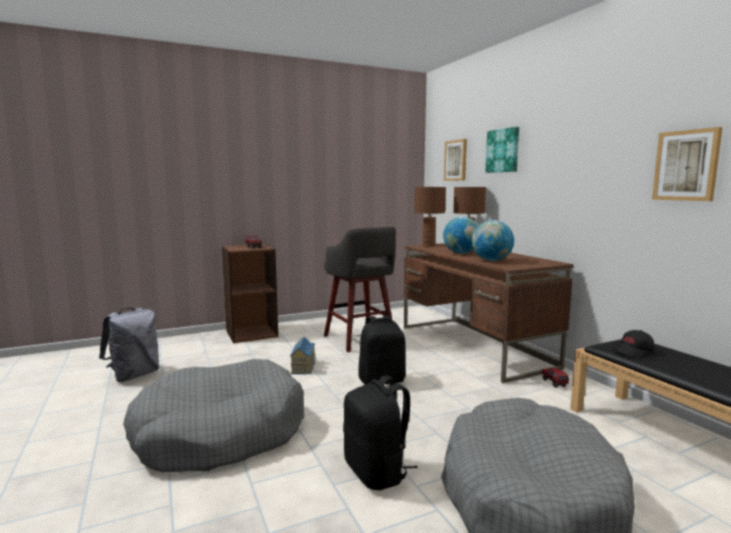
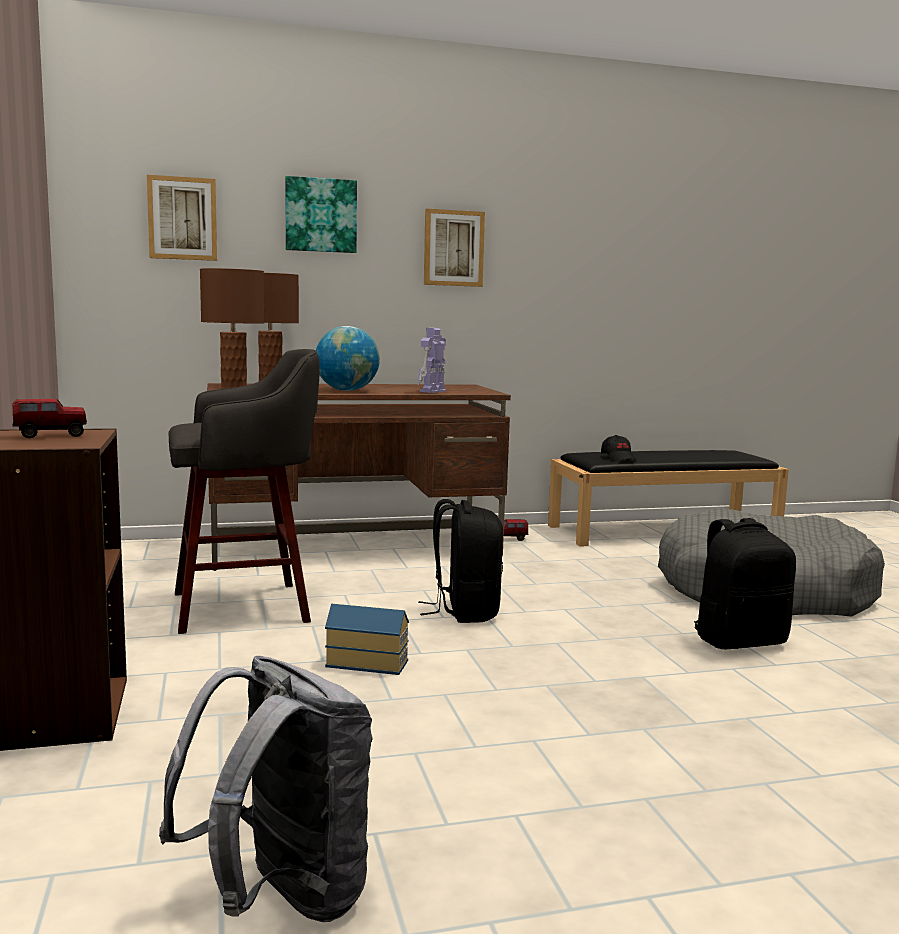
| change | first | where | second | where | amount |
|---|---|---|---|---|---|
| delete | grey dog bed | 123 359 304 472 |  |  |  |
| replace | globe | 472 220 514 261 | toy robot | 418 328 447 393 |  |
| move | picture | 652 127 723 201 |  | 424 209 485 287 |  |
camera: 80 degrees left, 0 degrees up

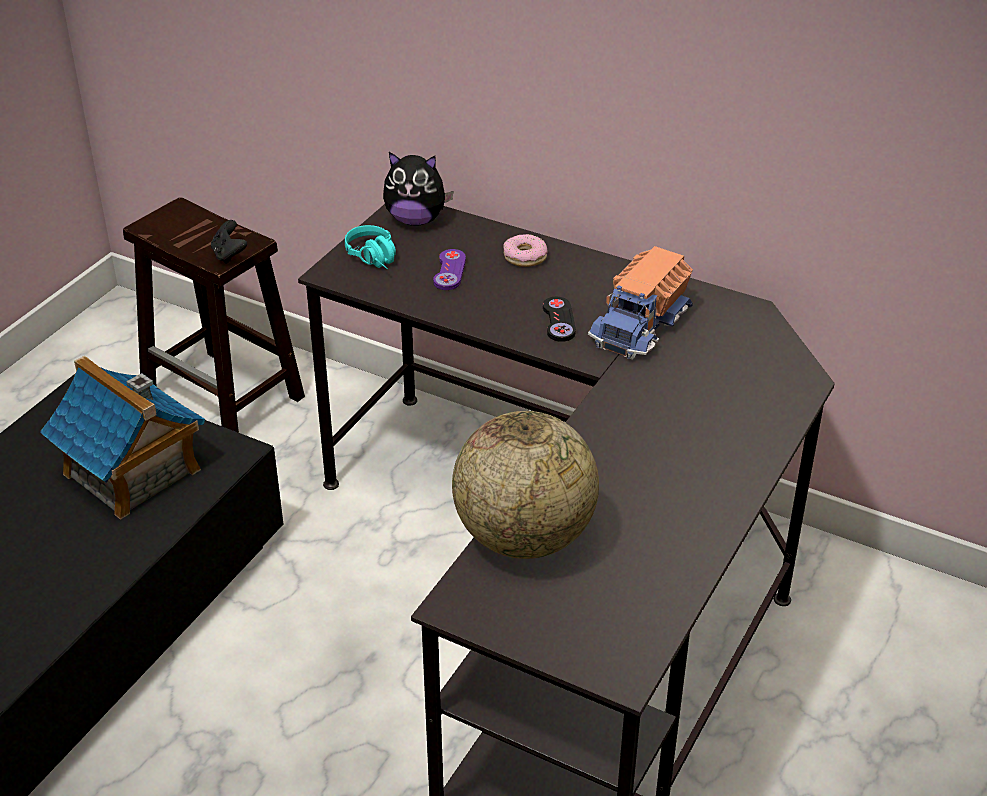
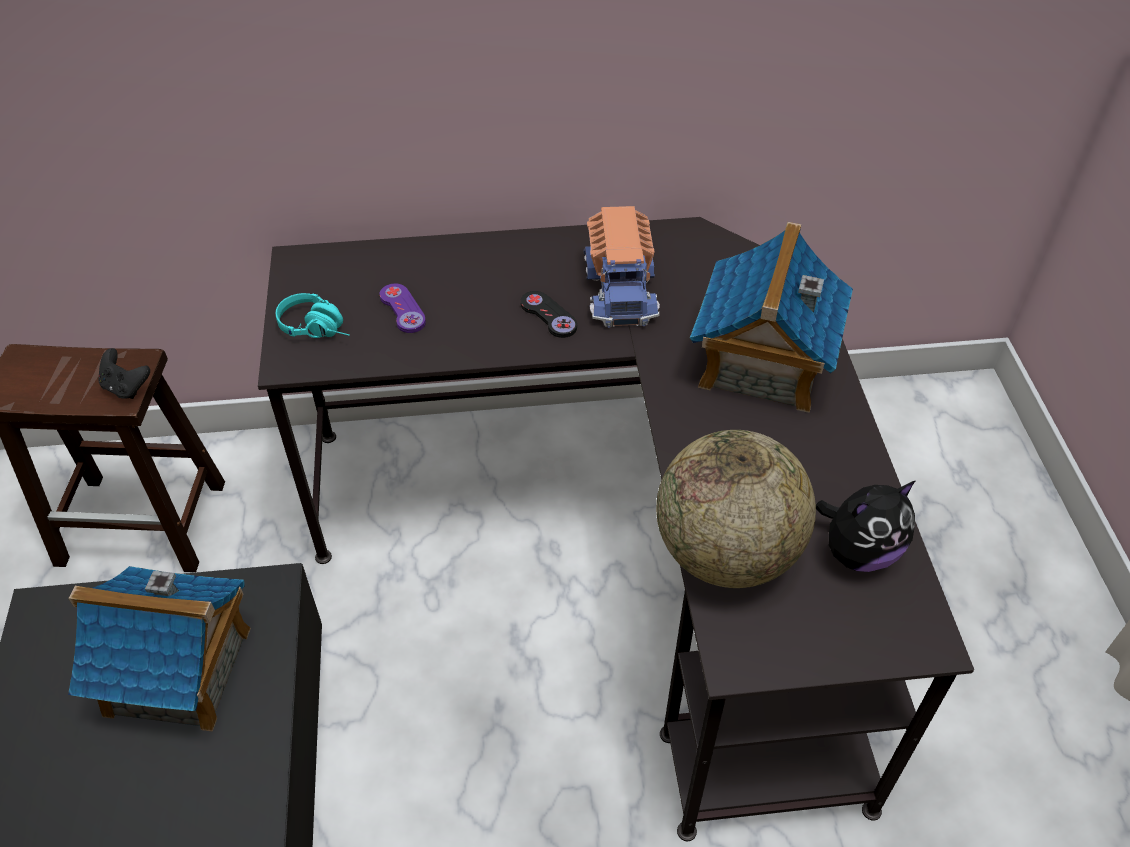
| change | first | where | second | where | amount |
|---|---|---|---|---|---|
| move | plush toy | 383 152 454 226 |  | 816 481 915 572 |  |
| delete | donut | 504 234 547 267 |  |  |  |
| insert |  |  | toy house | 690 222 853 413 |  |
camera: 35 degrees left, 10 degrees up

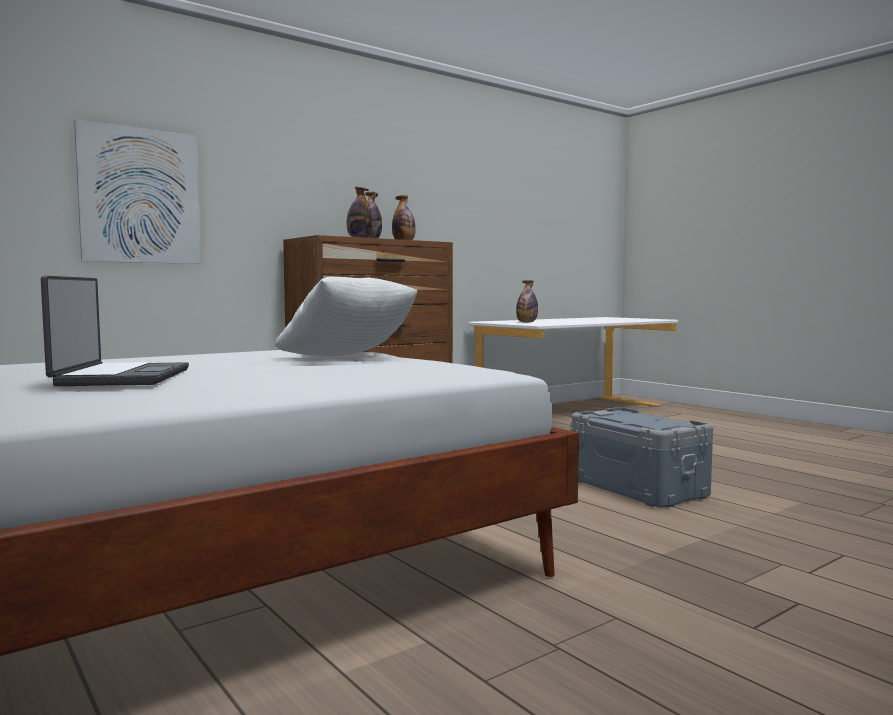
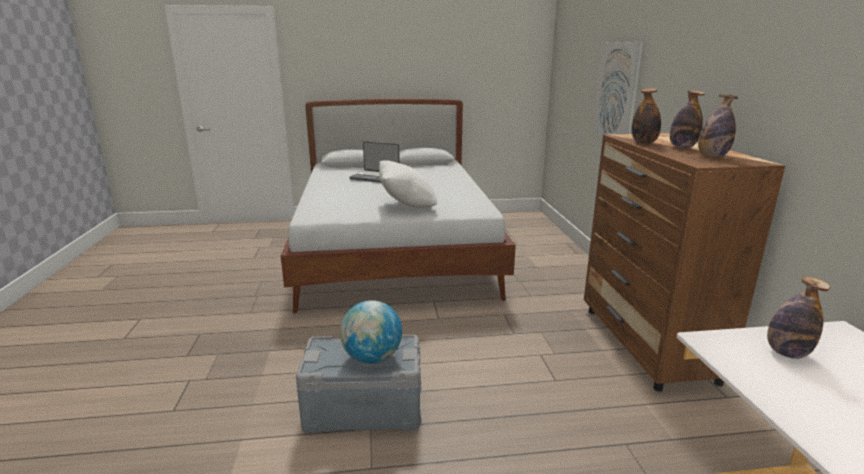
| change | first | where | second | where | amount |
|---|---|---|---|---|---|
| insert |  |  | globe | 340 300 402 364 |  |
camera: 120 degrees right, 15 degrees up

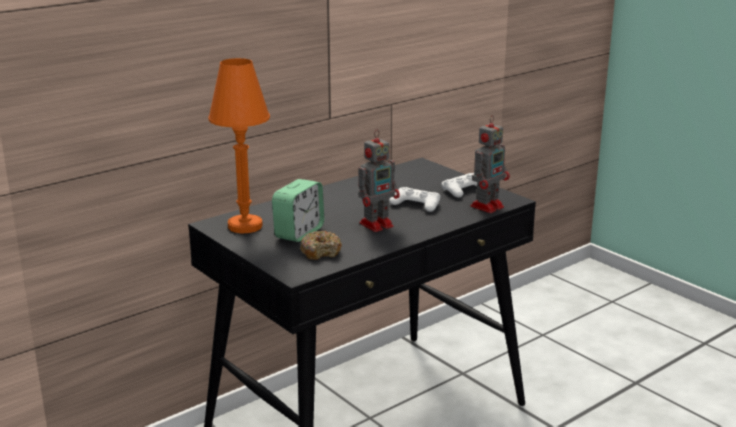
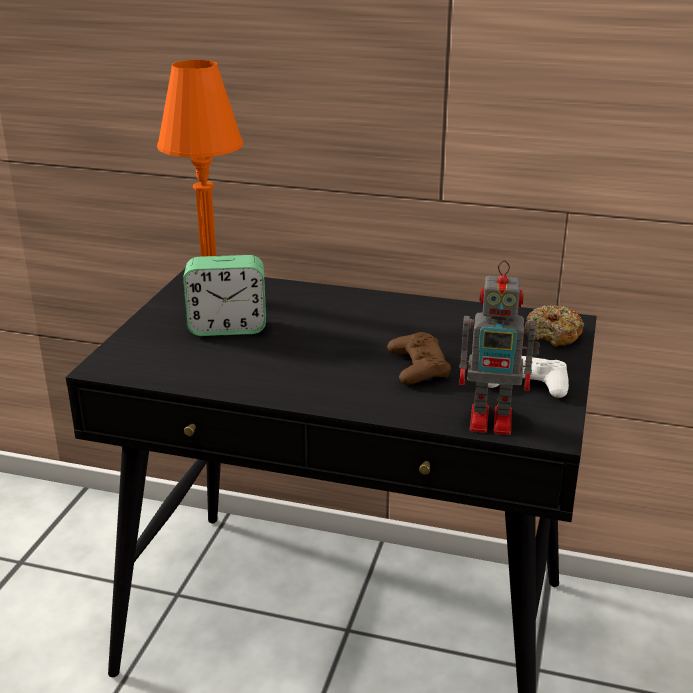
| change | first | where | second | where | amount |
|---|---|---|---|---|---|
| move | donut | 300 231 342 260 |  | 526 304 585 346 |  |
| delete | toy robot | 358 131 400 232 |  |  |  |
| recolor | white game controller | 389 187 440 212 | brown game controller | 387 332 451 385 |  |
camera: 55 degrees right, 5 degrees up

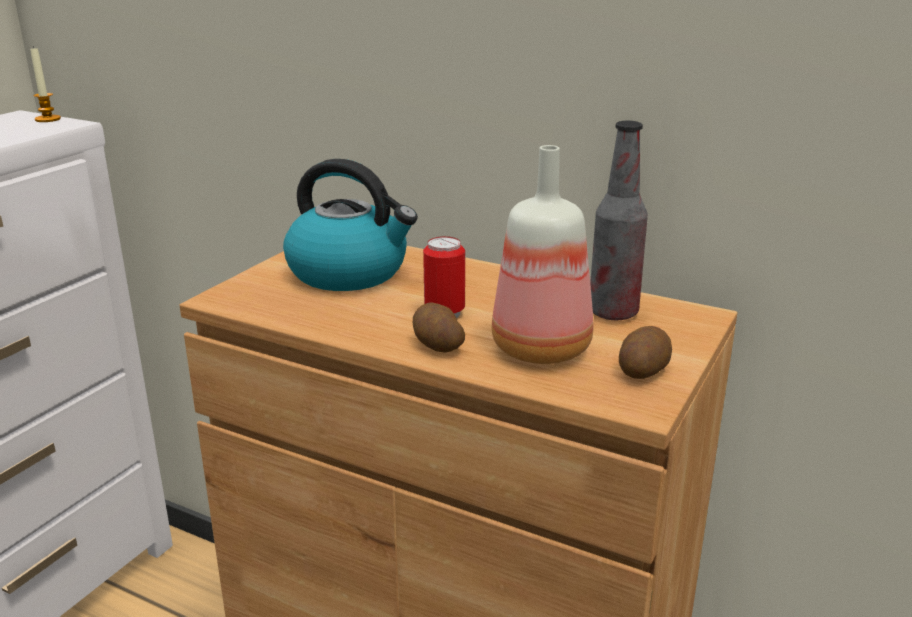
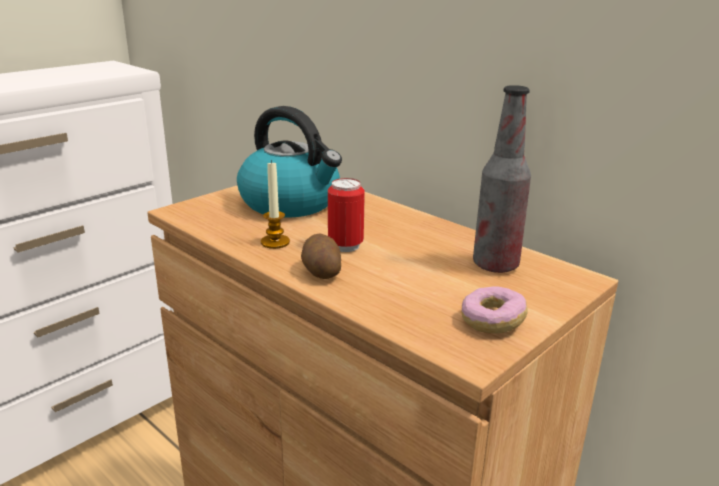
| change | first | where | second | where | amount |
|---|---|---|---|---|---|
| move | candle | 30 46 61 122 |  | 261 160 290 249 |  |
| delete | bottle | 492 145 593 364 |  |  |  |
| replace | potato | 619 326 672 379 | donut | 461 286 528 333 |  |
camera: 15 degrees right, 0 degrees up

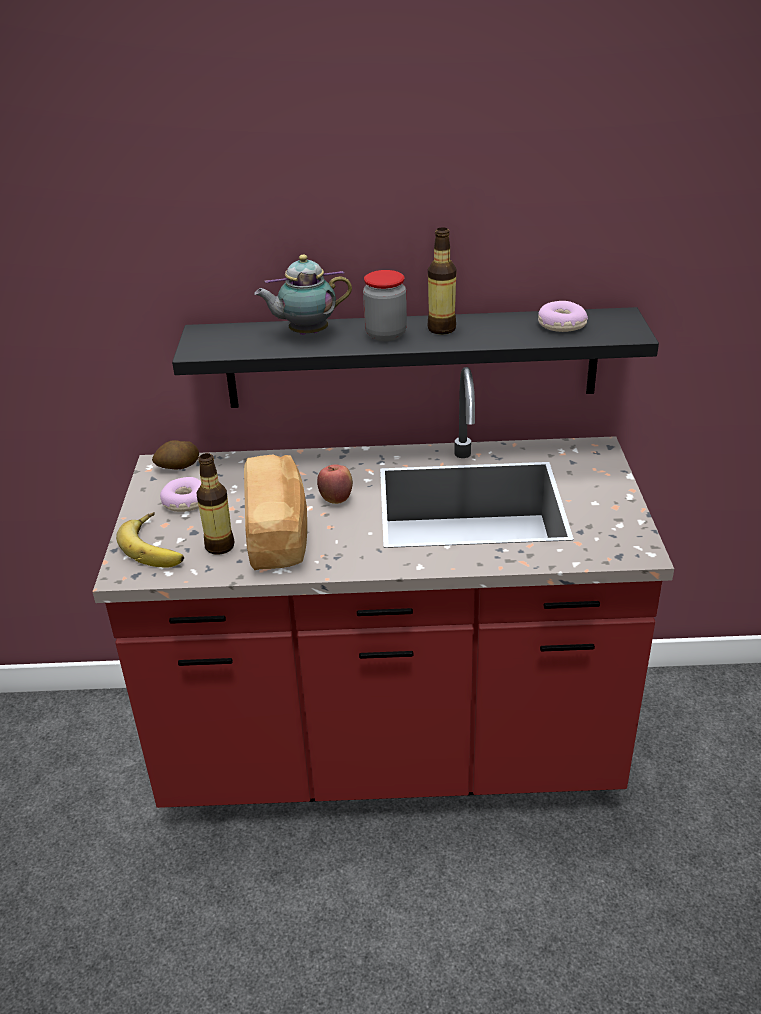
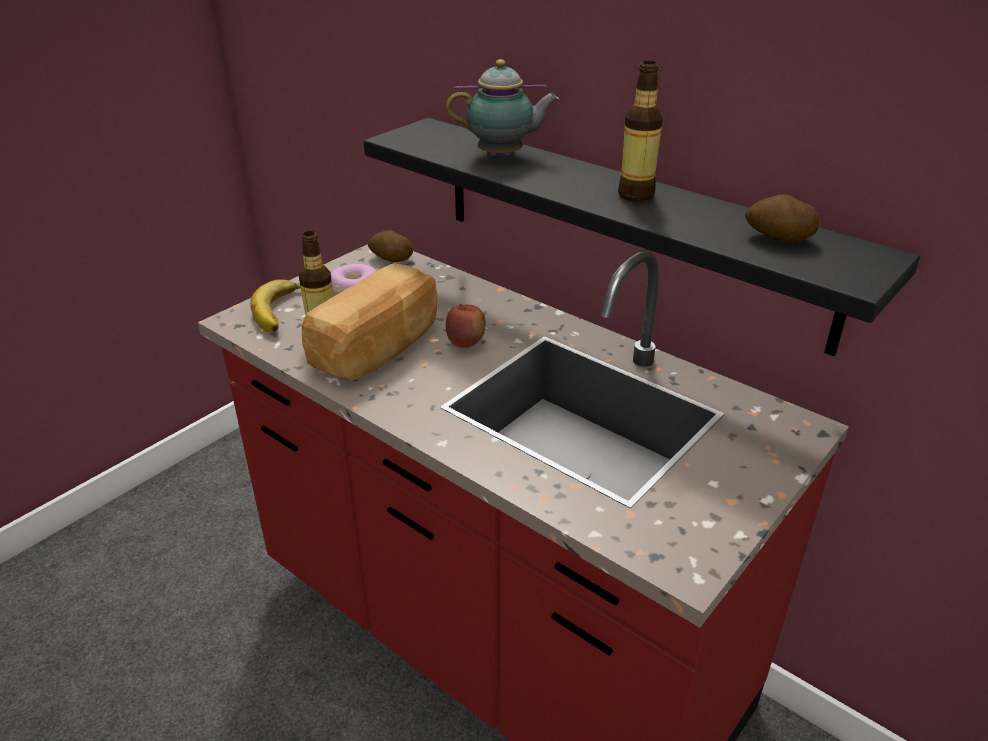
| change | first | where | second | where | amount |
|---|---|---|---|---|---|
| rotate | teapot | 254 255 352 335 |  | 446 59 559 156 | 150 degrees clockwise |
| delete | jar | 363 270 407 341 |  |  |  |
| replace | donut | 538 301 588 332 | potato | 745 194 820 242 |  |
camera: 40 degrees right, 0 degrees up

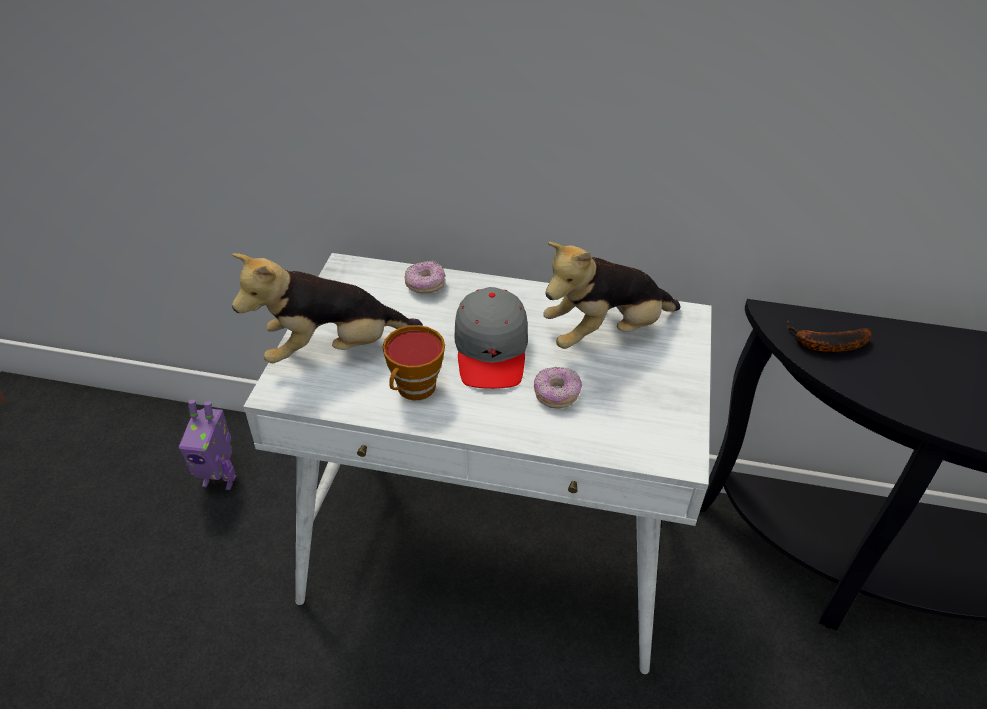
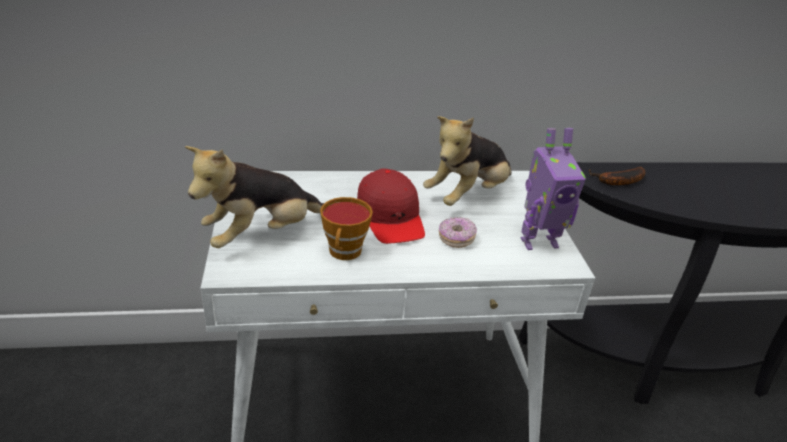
| change | first | where | second | where | amount |
|---|---|---|---|---|---|
| move | toy robot | 179 400 236 490 |  | 521 128 586 250 |  |
| delete | donut | 405 261 446 293 |  |  |  |
| recolor | grey cap | 454 287 528 389 | red cap | 357 168 425 244 |  |
camera: 20 degrees left, 10 degrees down

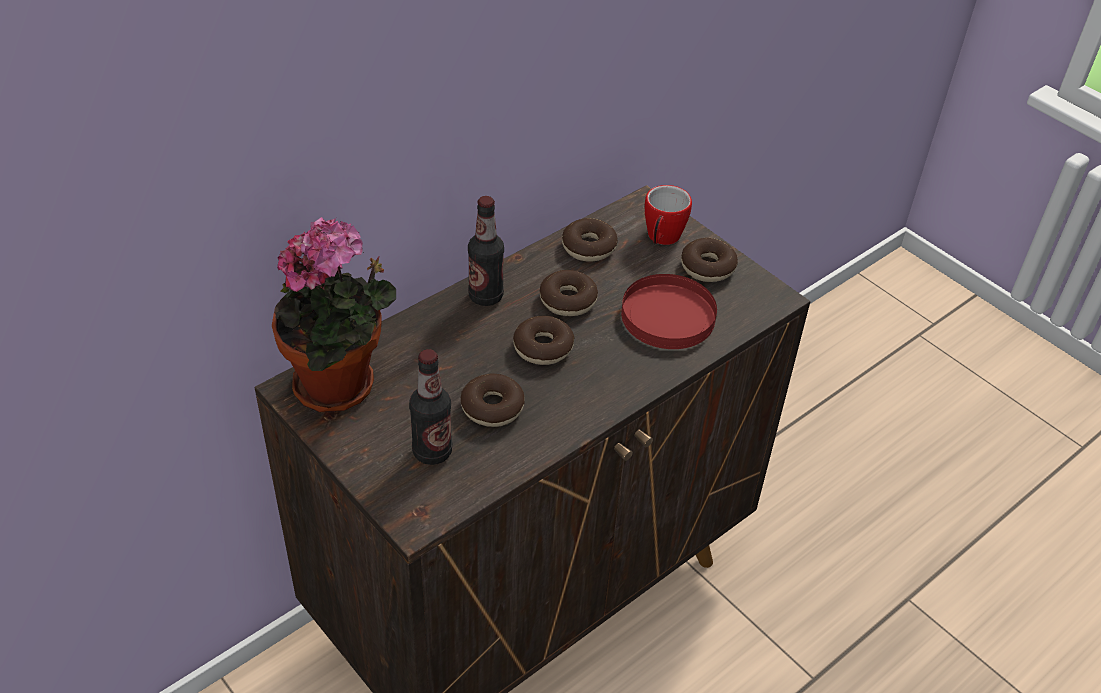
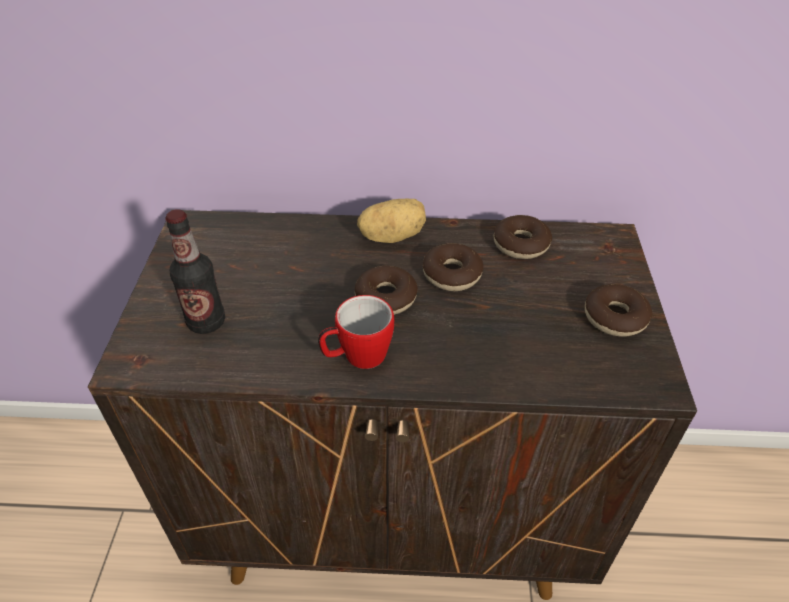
| change | first | where | second | where | amount |
|---|---|---|---|---|---|
| delete | potted plant | 272 217 396 412 |  |  |  |
| delete | donut | 461 374 525 427 |  |  |  |
| replace | bottle | 468 196 504 306 | potato | 357 199 426 243 |  |
| delete | red plate | 621 274 717 349 |  |  |  |
| move | mug | 645 185 692 245 |  | 318 295 394 369 |  |
camera: 45 degrees right, 0 degrees up

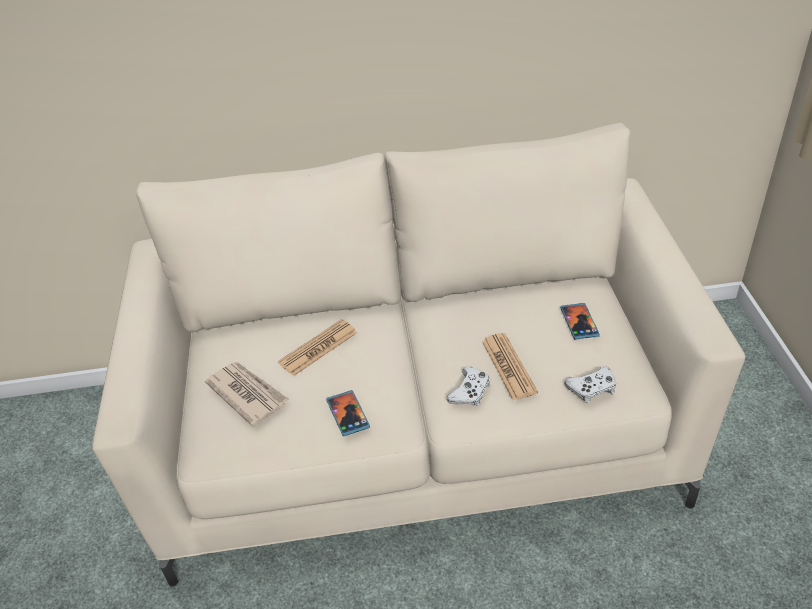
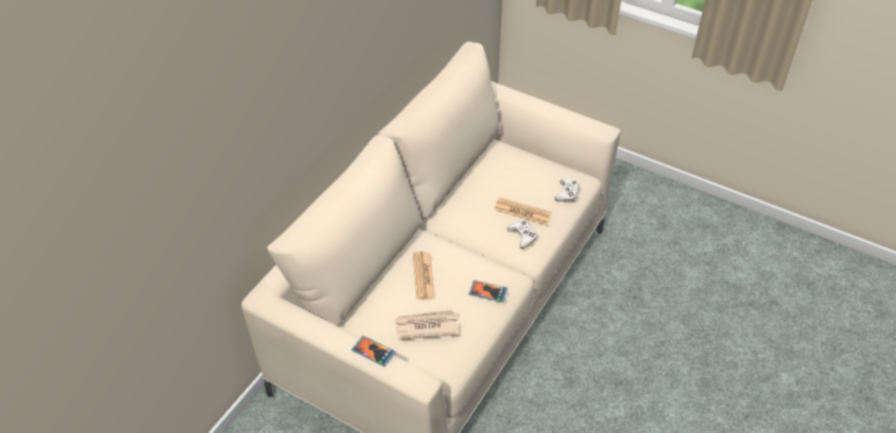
| change | first | where | second | where | amount |
|---|---|---|---|---|---|
| move | phone | 560 303 600 339 |  | 351 336 396 367 |  |
camera: 55 degrees left, 5 degrees up

